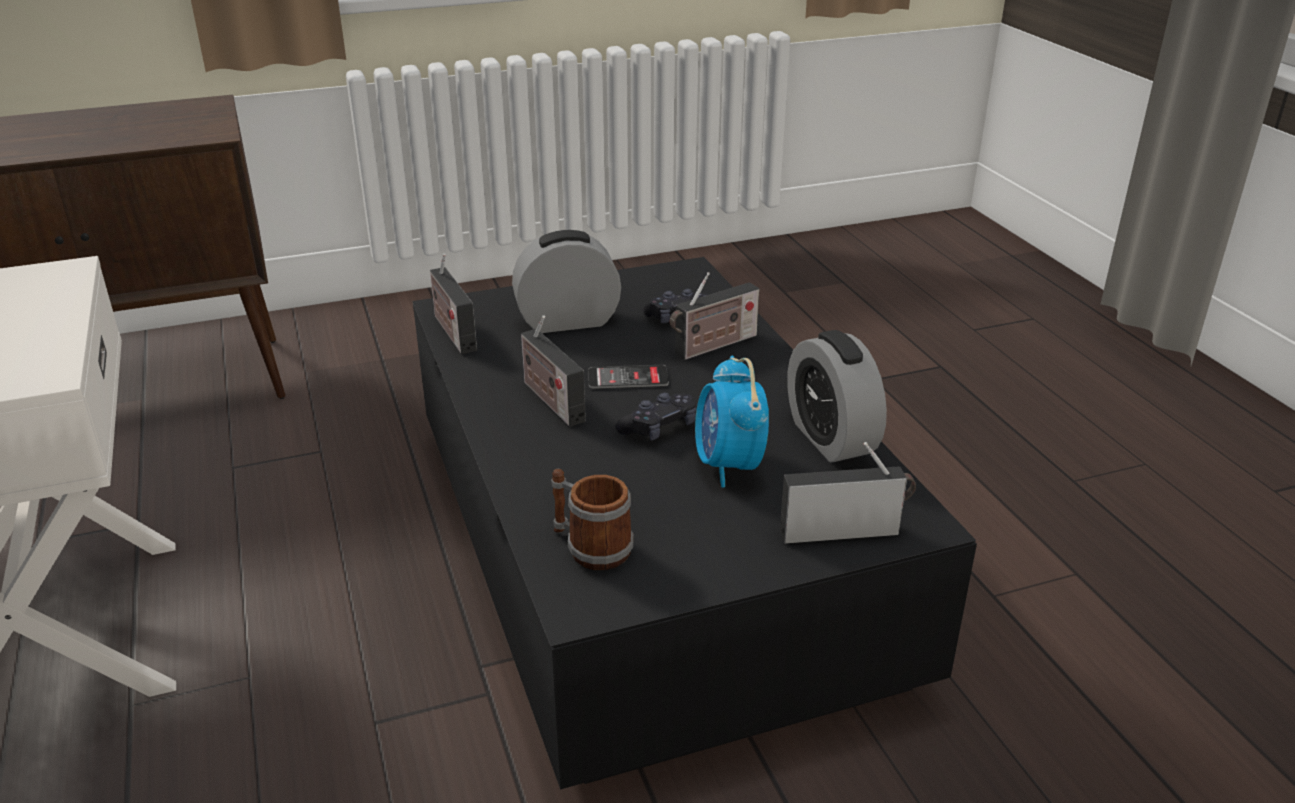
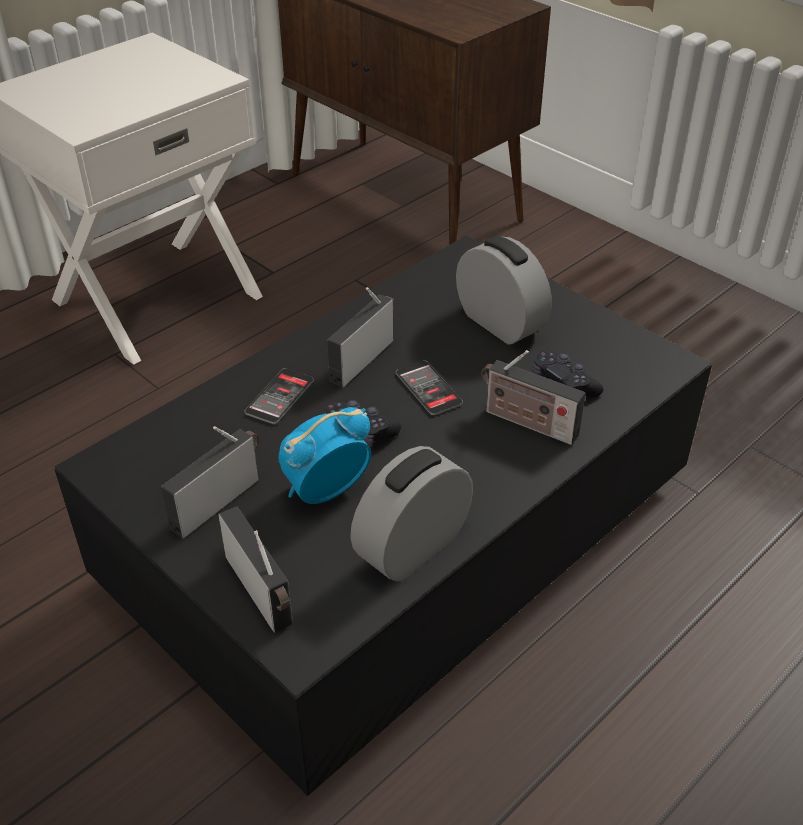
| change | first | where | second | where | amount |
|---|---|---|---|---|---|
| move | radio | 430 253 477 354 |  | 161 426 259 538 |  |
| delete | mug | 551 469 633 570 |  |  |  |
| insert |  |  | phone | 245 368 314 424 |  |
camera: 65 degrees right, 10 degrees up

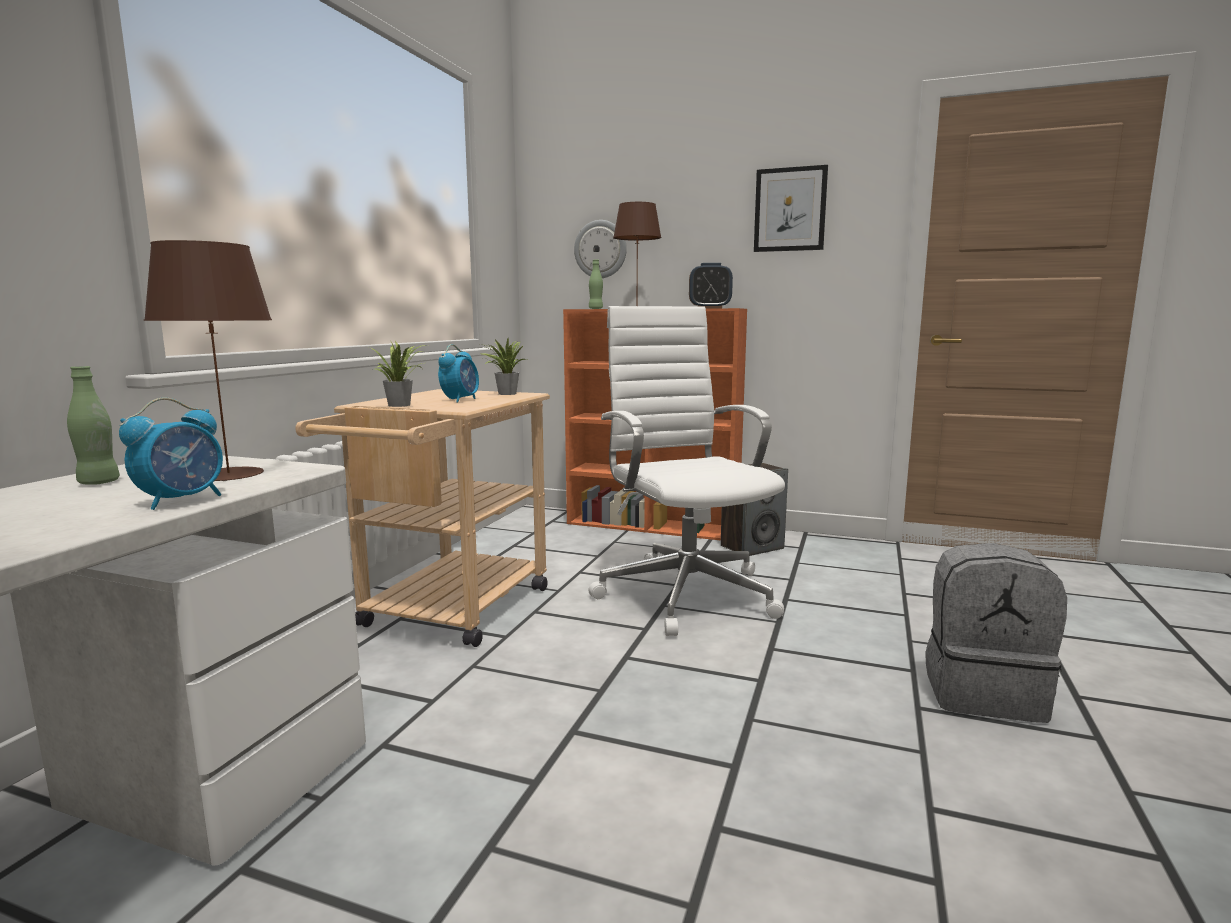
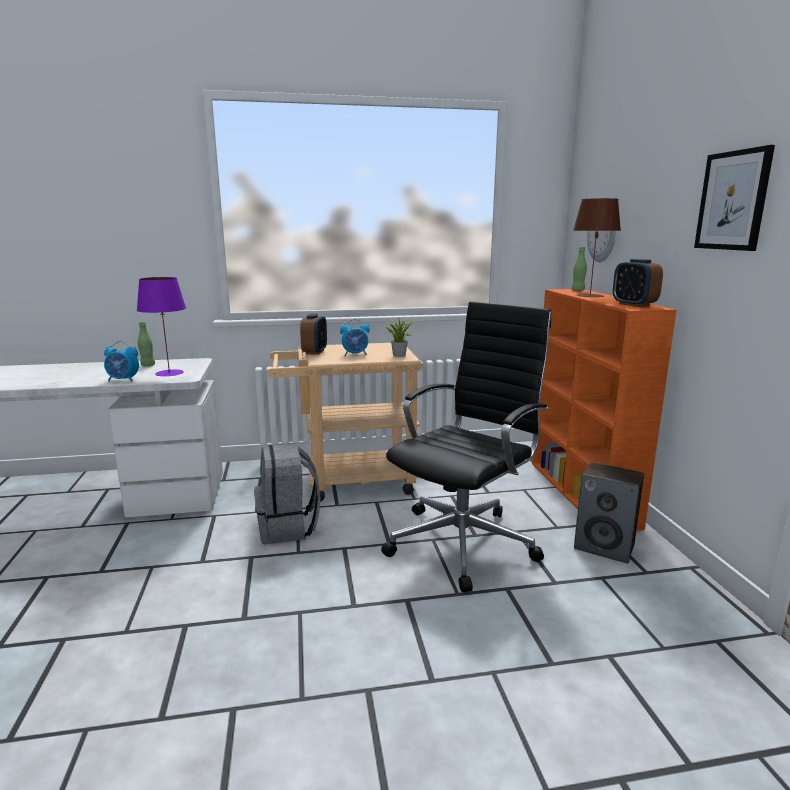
| change | first | where | second | where | amount |
|---|---|---|---|---|---|
| recolor | brown table lamp | 144 240 272 481 | purple table lamp | 137 277 186 376 |  |
| replace | potted plant | 369 339 426 407 | alarm clock | 300 313 327 355 |  |
| recolor | white office chair | 588 306 785 636 | black office chair | 381 301 551 592 |  |
| move | grey backpack | 926 543 1067 723 |  | 254 443 321 544 |  |
camera: 60 degrees right, 5 degrees up

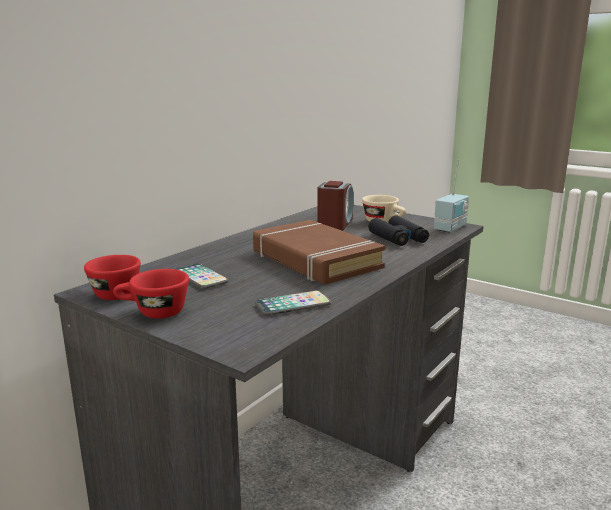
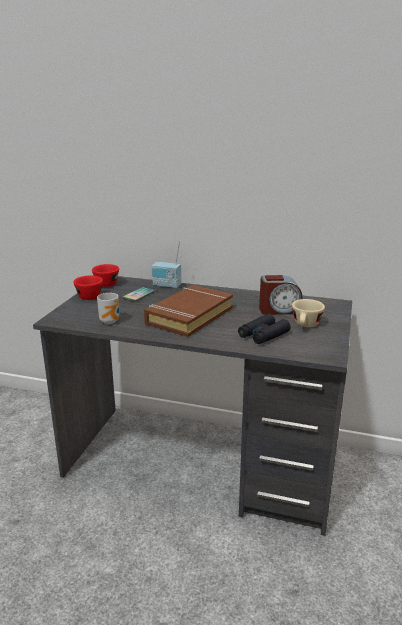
| change | first | where | second | where | amount |
|---|---|---|---|---|---|
| replace | phone | 255 291 331 316 | mug | 97 293 119 324 |  |
| move | radio | 434 160 469 233 |  | 152 240 181 288 |  |
camera: 70 degrees right, 5 degrees up

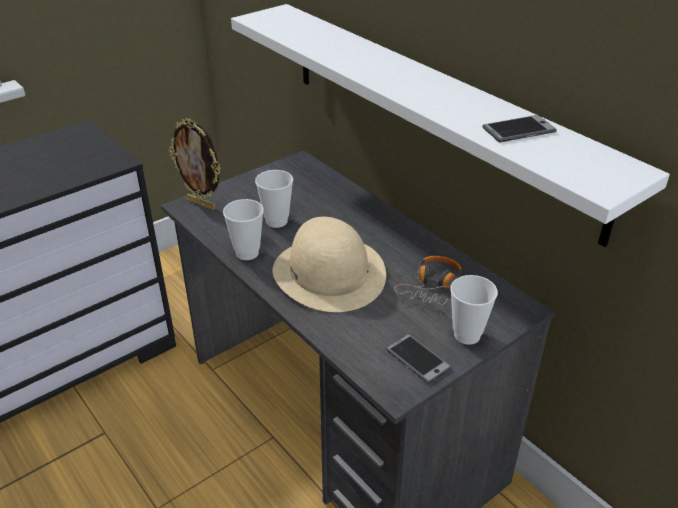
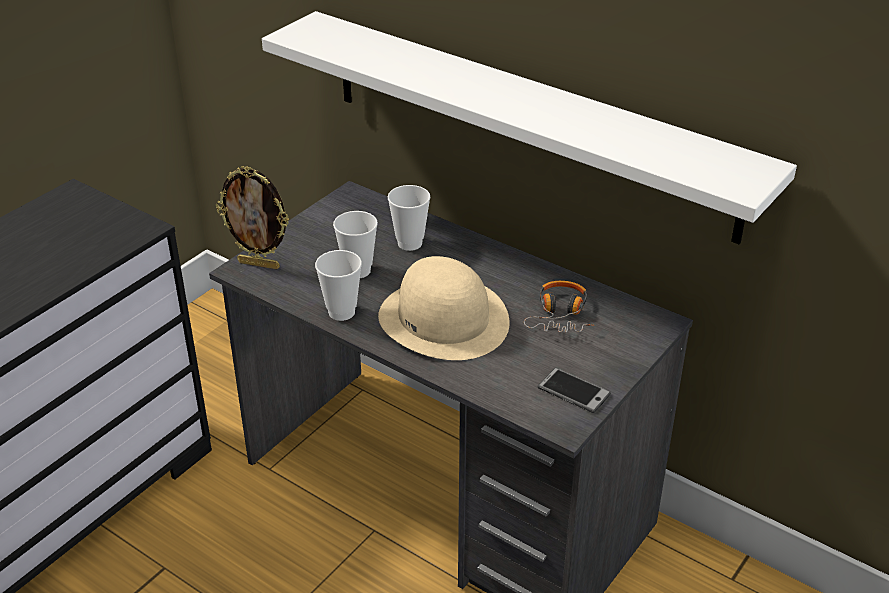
| change | first | where | second | where | amount |
|---|---|---|---|---|---|
| move | cup | 450 275 498 345 |  | 388 185 430 251 |  |
| delete | phone | 482 115 557 143 |  |  |  |
camera: 15 degrees left, 0 degrees up

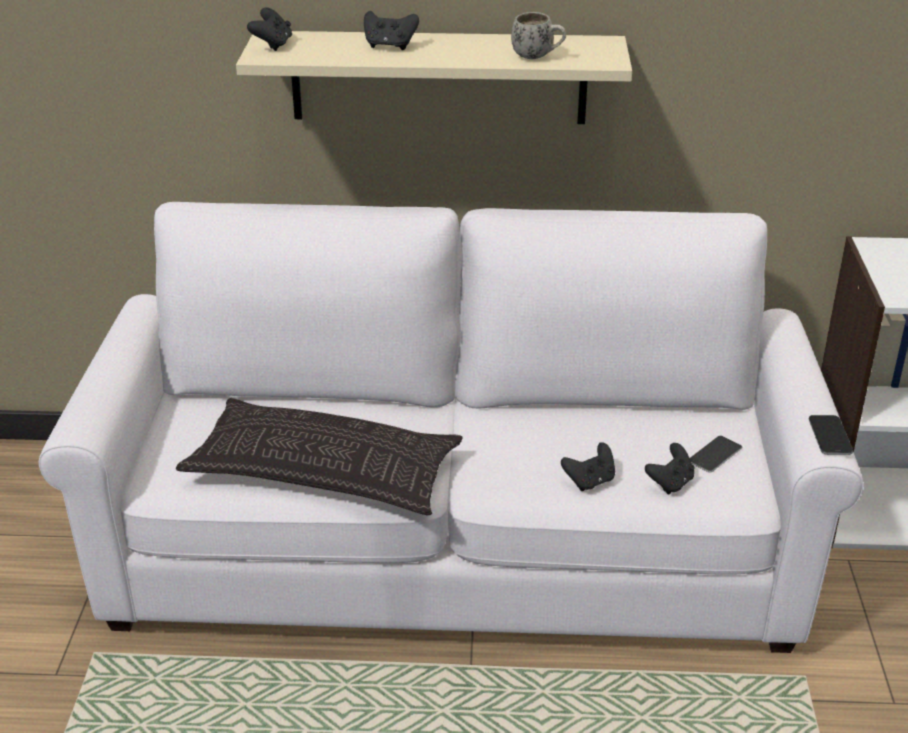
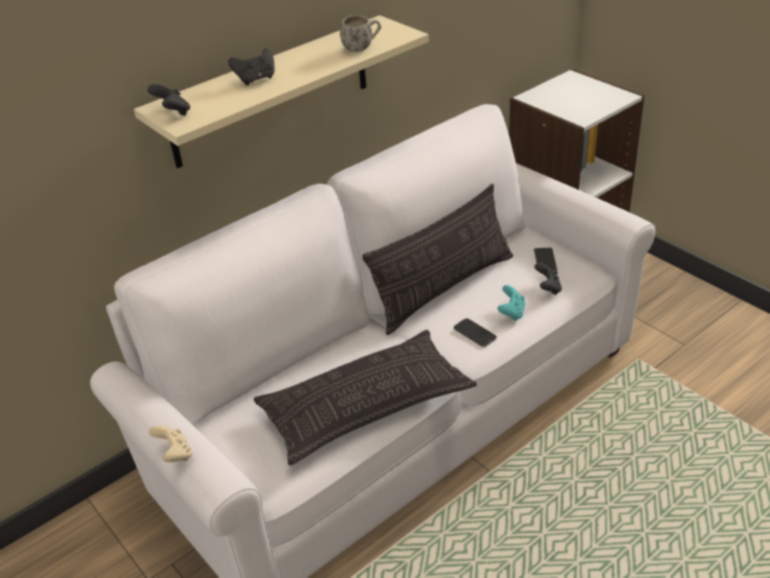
| change | first | where | second | where | amount |
|---|---|---|---|---|---|
| recolor | black game controller | 561 442 615 491 | turquoise game controller | 498 285 525 321 |  |
| move | phone | 809 415 853 455 |  | 454 318 497 347 |  |
| insert |  |  | beige game controller | 149 425 192 462 |  |
| insert |  |  | pillow | 362 183 513 335 |  |
camera: 40 degrees left, 5 degrees up

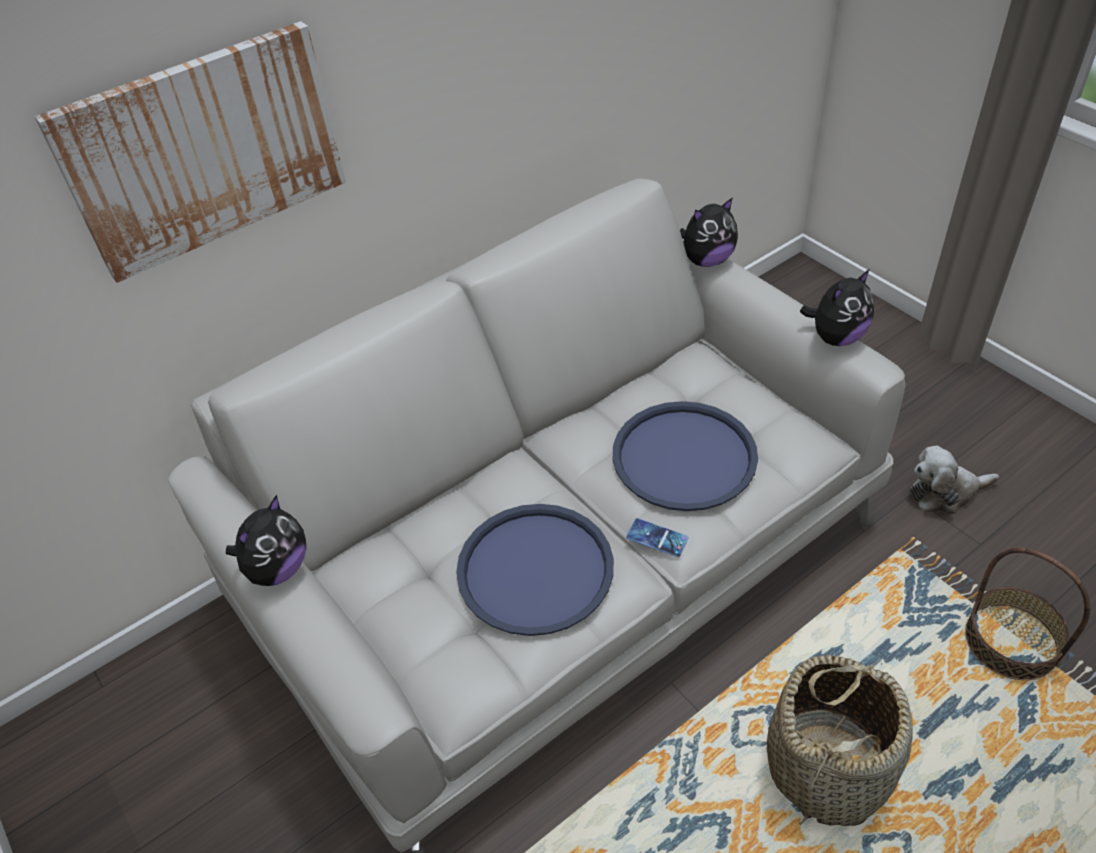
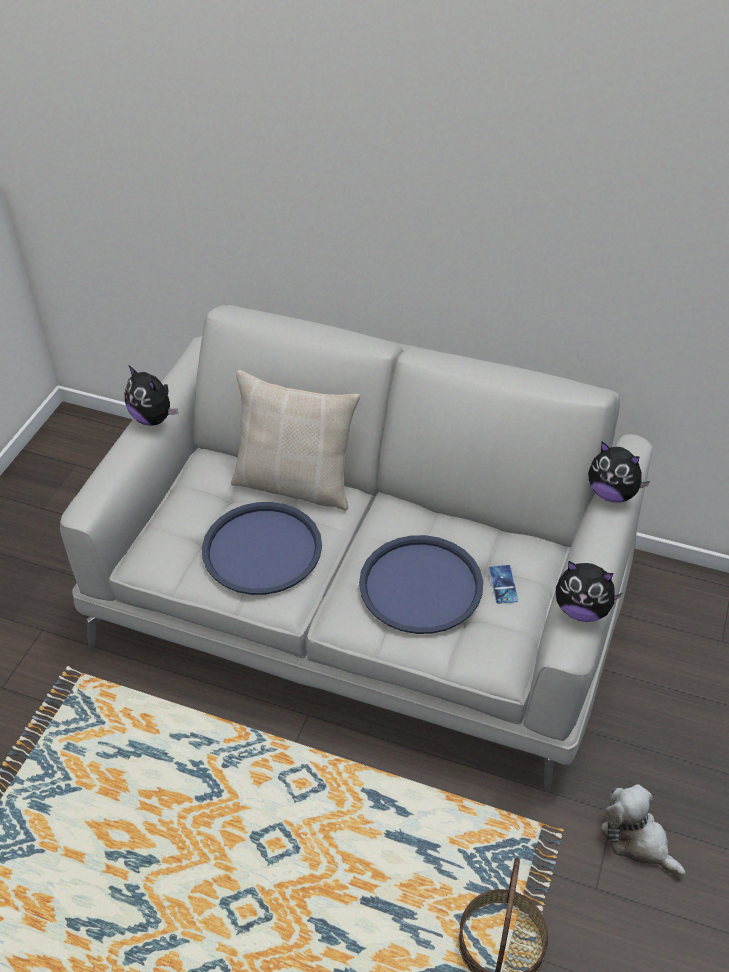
| change | first | where | second | where | amount |
|---|---|---|---|---|---|
| delete | picture | 35 21 346 283 |  |  |  |
| rotate | plush toy | 226 495 307 586 |  | 124 365 178 426 | 45 degrees clockwise |
| move | phone | 626 518 689 557 |  | 489 565 518 604 |  |
| delete | basket | 767 655 913 826 |  |  |  |
| insert |  |  | beige pillow | 231 370 360 511 |  |
camera: 55 degrees right, 0 degrees up

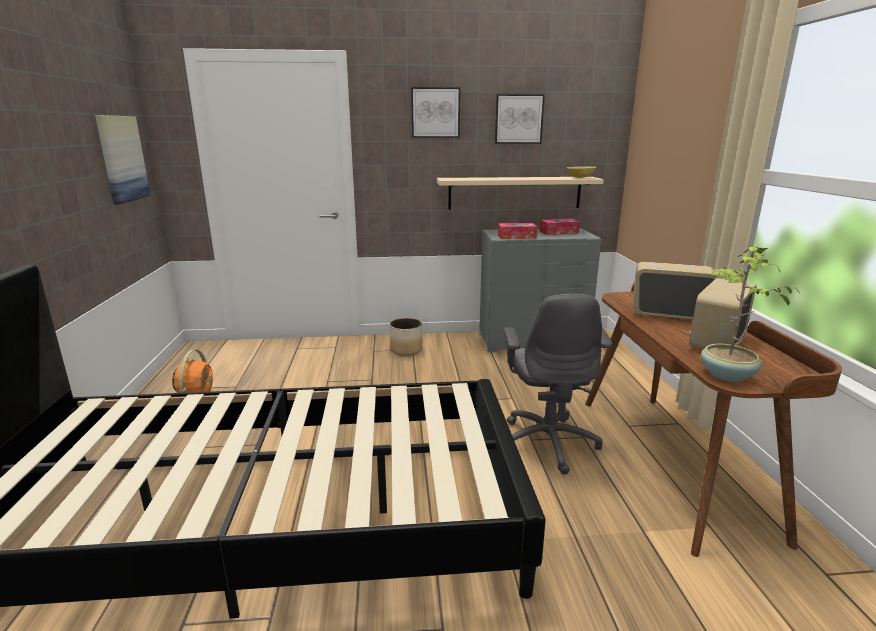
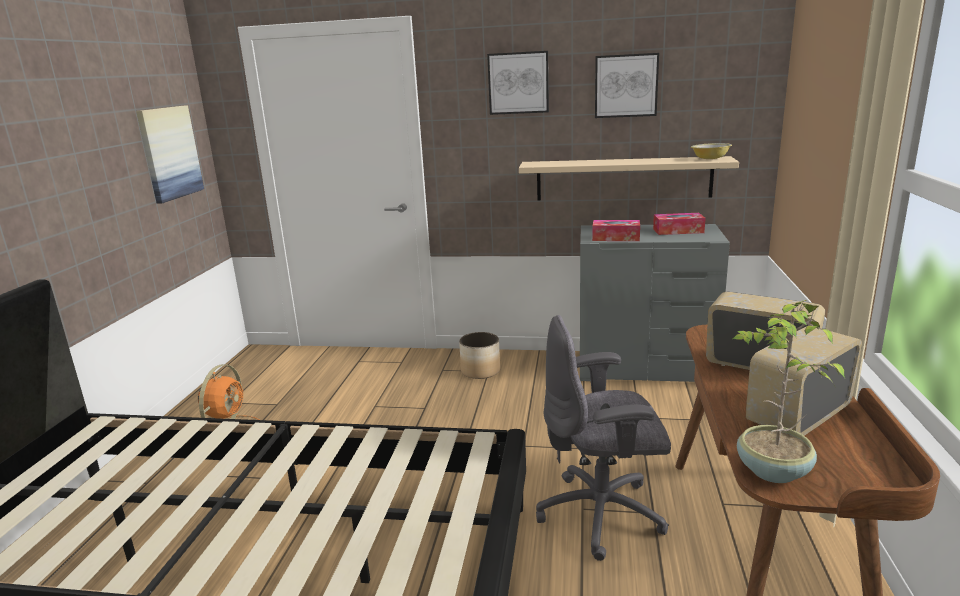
| change | first | where | second | where | amount |
|---|---|---|---|---|---|
| rotate | grey office chair | 503 294 612 475 |  | 536 315 671 561 | 75 degrees clockwise |
camera: 15 degrees right, 0 degrees up

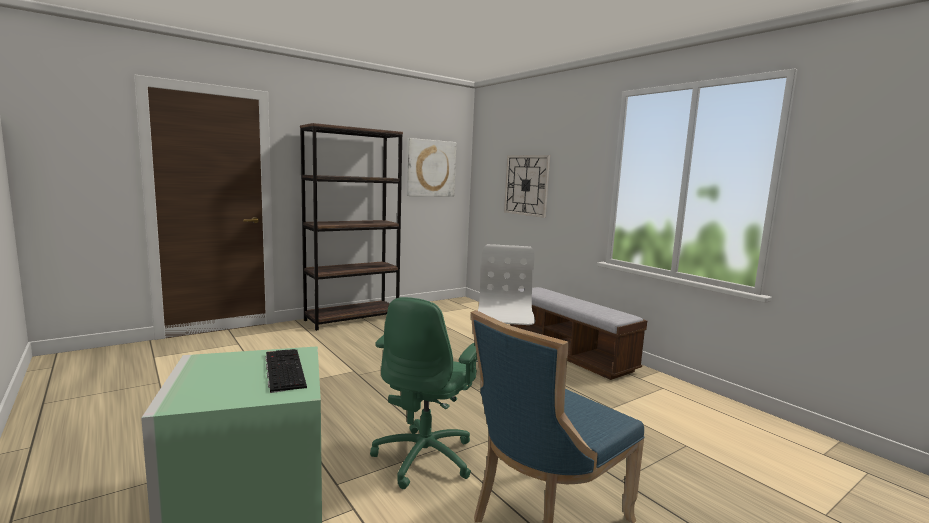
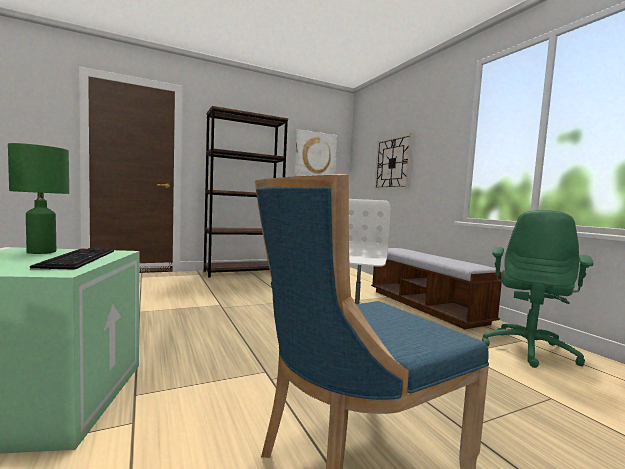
| change | first | where | second | where | amount |
|---|---|---|---|---|---|
| move | green office chair | 370 297 477 489 |  | 482 210 593 368 |  |
| insert |  |  | green table lamp | 8 143 69 254 |  |
camera: 10 degrees right, 5 degrees down

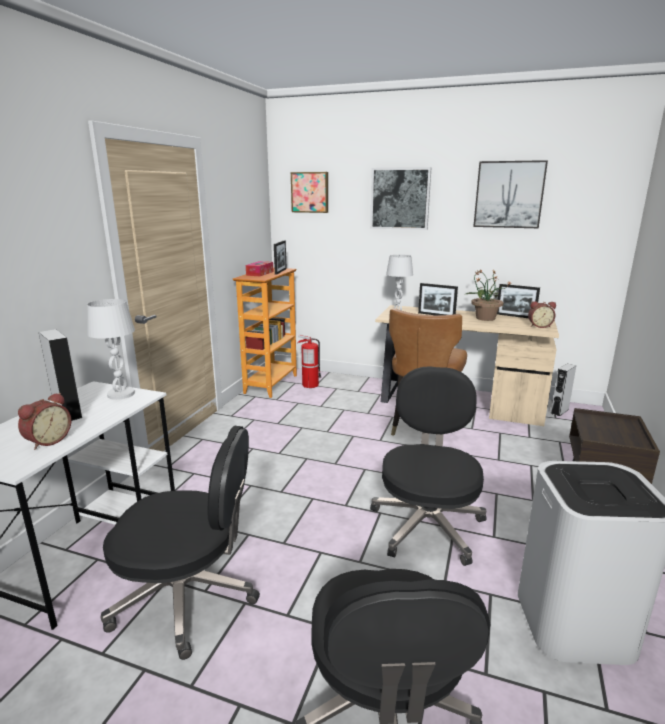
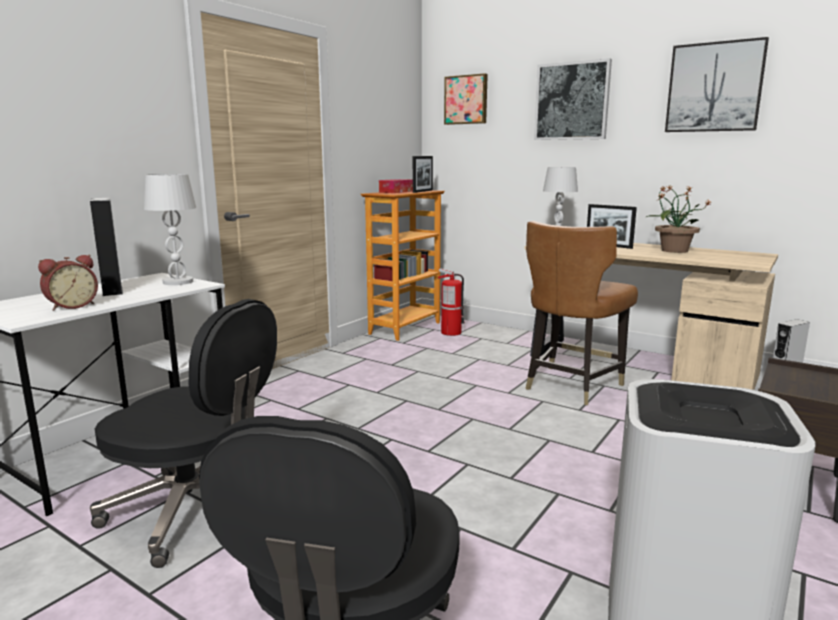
| change | first | where | second | where | amount |
|---|---|---|---|---|---|
| delete | black office chair | 370 366 487 566 |  |  |  |
| delete | picture frame | 497 284 540 318 |  |  |  |
| delete | alarm clock | 528 301 556 328 |  |  |  |
camera: 15 degrees right, 5 degrees down

